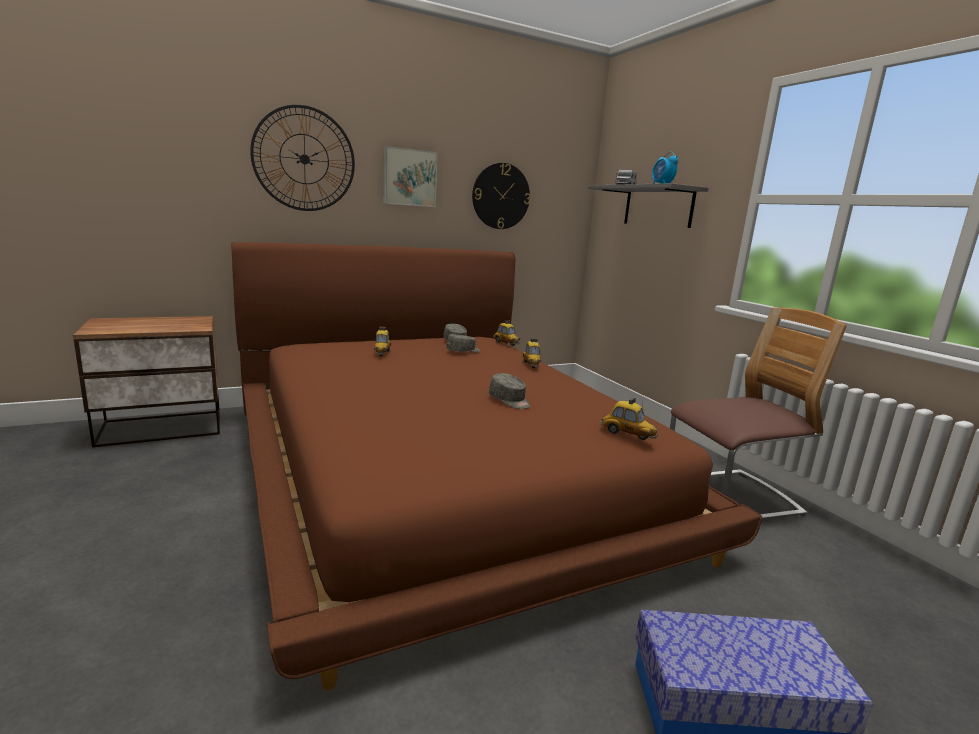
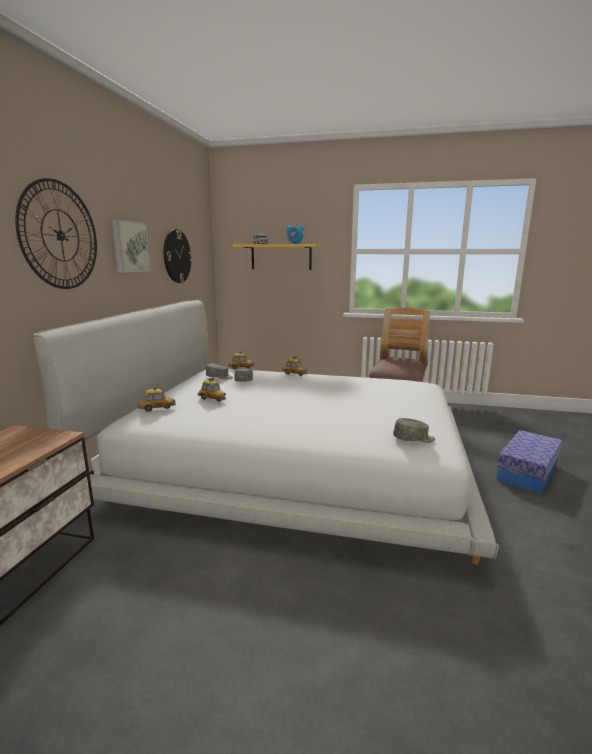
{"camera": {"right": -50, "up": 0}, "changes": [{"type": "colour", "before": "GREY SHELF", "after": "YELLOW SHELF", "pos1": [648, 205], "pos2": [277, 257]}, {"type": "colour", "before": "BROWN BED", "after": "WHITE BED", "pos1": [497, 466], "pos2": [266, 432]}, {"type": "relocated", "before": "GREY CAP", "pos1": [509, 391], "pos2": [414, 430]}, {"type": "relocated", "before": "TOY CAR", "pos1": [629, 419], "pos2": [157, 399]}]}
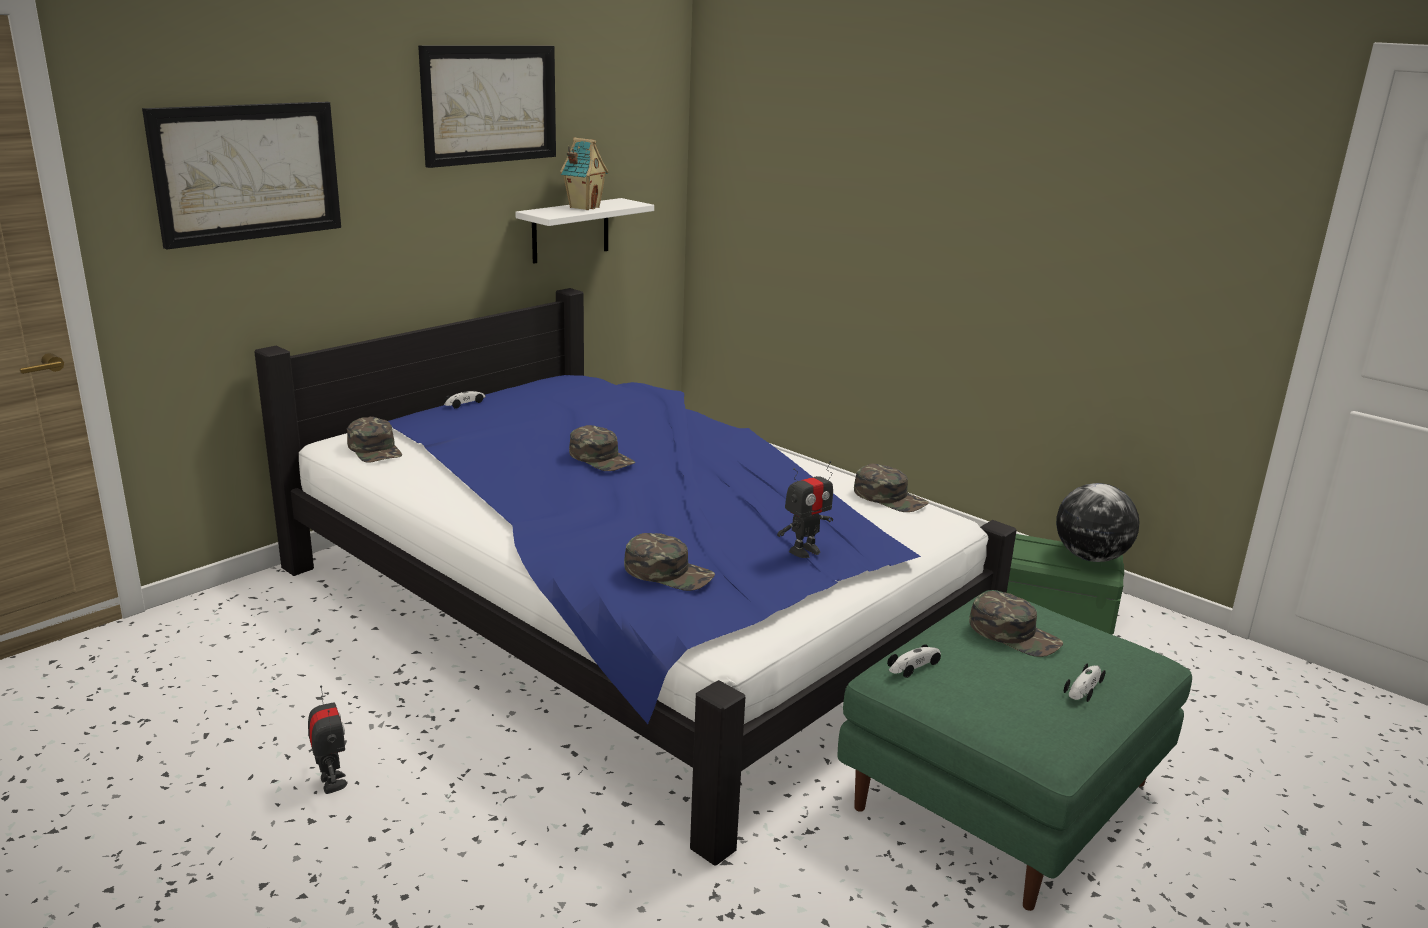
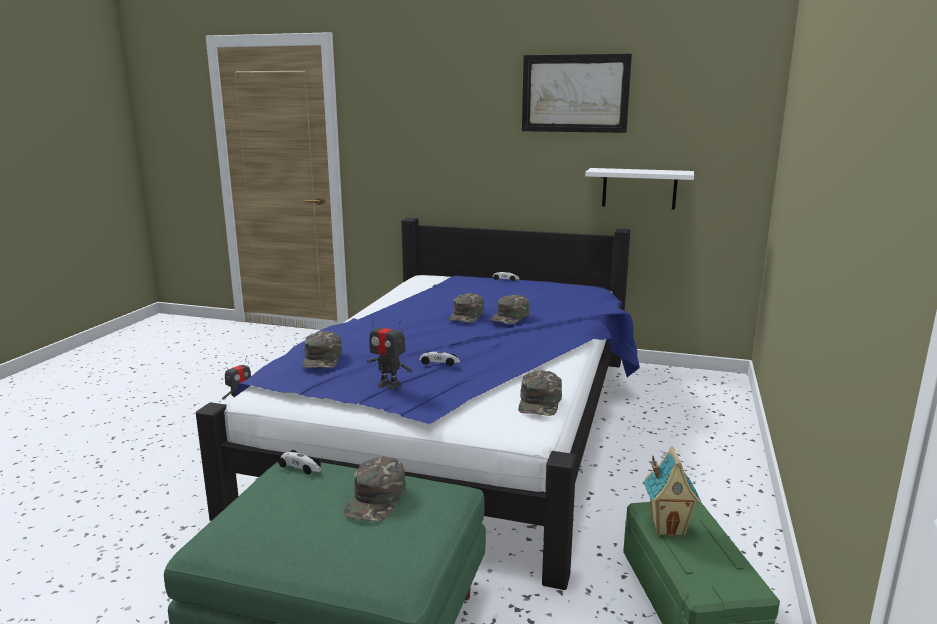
{"camera": {"right": 65, "up": -5}, "changes": [{"type": "missing", "before": "PICTURE", "pos1": [241, 176]}, {"type": "relocated", "before": "TOY HOUSE", "pos1": [584, 174], "pos2": [672, 491]}, {"type": "relocated", "before": "GREEN CAP", "pos1": [374, 440], "pos2": [509, 309]}, {"type": "missing", "before": "GLOBE", "pos1": [1098, 522]}, {"type": "relocated", "before": "TOY CAR", "pos1": [1084, 683], "pos2": [440, 358]}]}
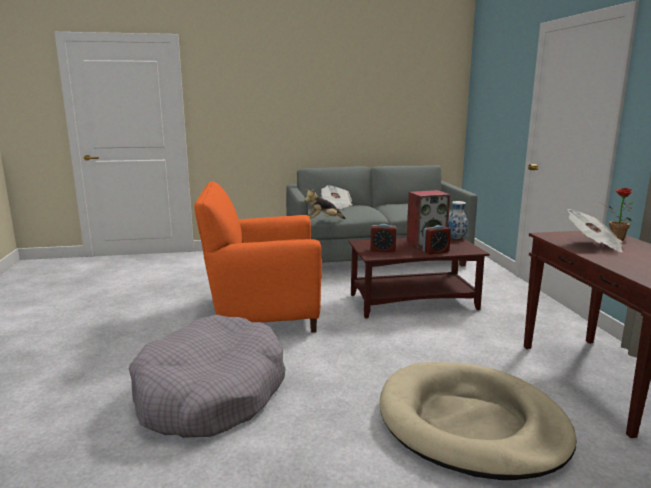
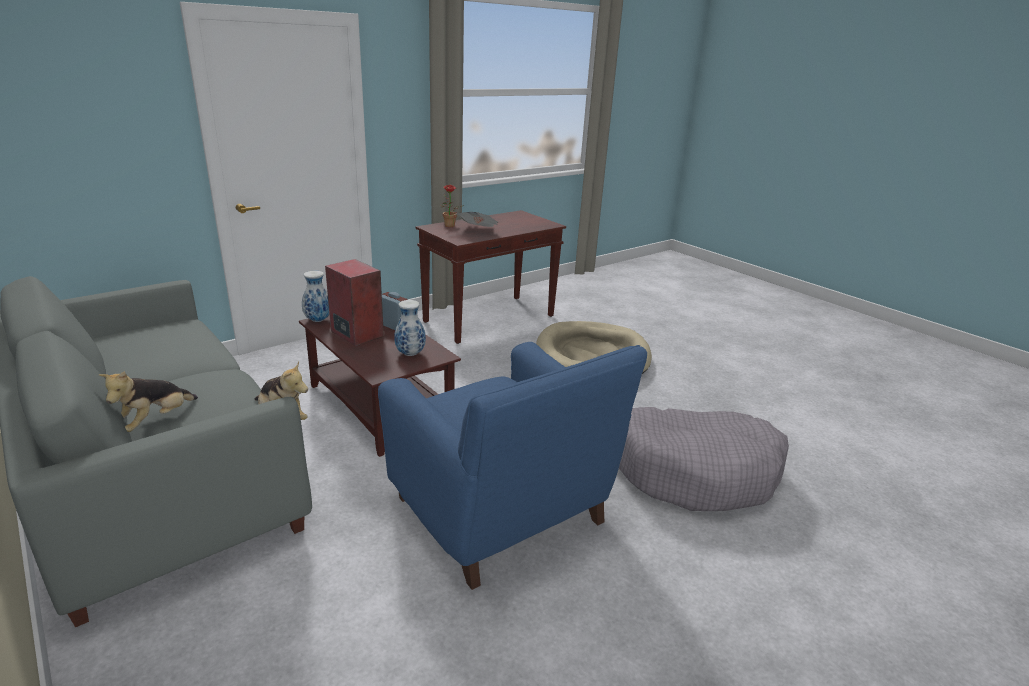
{"camera": {"right": -120, "up": 10}, "changes": [{"type": "colour", "before": "ORANGE ARMCHAIR", "after": "BLUE ARMCHAIR", "pos1": [258, 257], "pos2": [512, 466]}, {"type": "exchanged", "before": "NEWSPAPER", "after": "PLUSH TOY", "pos1": [337, 197], "pos2": [148, 401]}, {"type": "exchanged", "before": "ALARM CLOCK", "after": "VASE", "pos1": [383, 238], "pos2": [410, 328]}]}
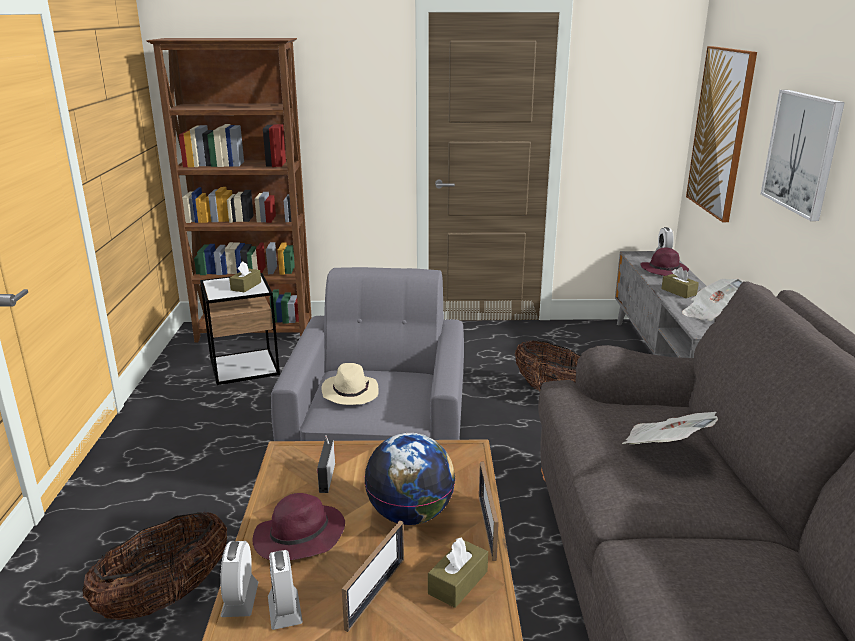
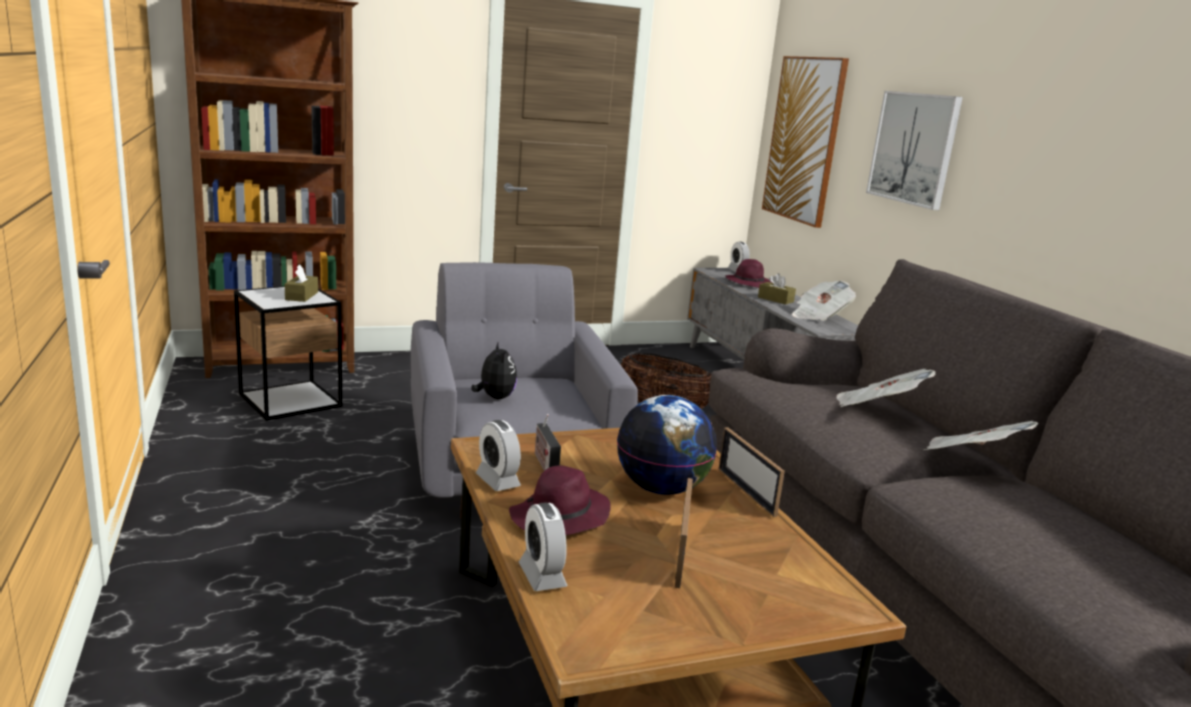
{"camera": {"right": -20, "up": -5}, "changes": [{"type": "exchanged", "before": "BEIGE HAT", "after": "PLUSH TOY", "pos1": [350, 384], "pos2": [494, 370]}, {"type": "missing", "before": "BASKET", "pos1": [154, 566]}, {"type": "missing", "before": "BROWN TISSUE BOX", "pos1": [458, 573]}, {"type": "relocated", "before": "ALARM CLOCK", "pos1": [285, 590], "pos2": [498, 455]}, {"type": "appeared", "after": "NEWSPAPER", "pos2": [981, 435]}]}
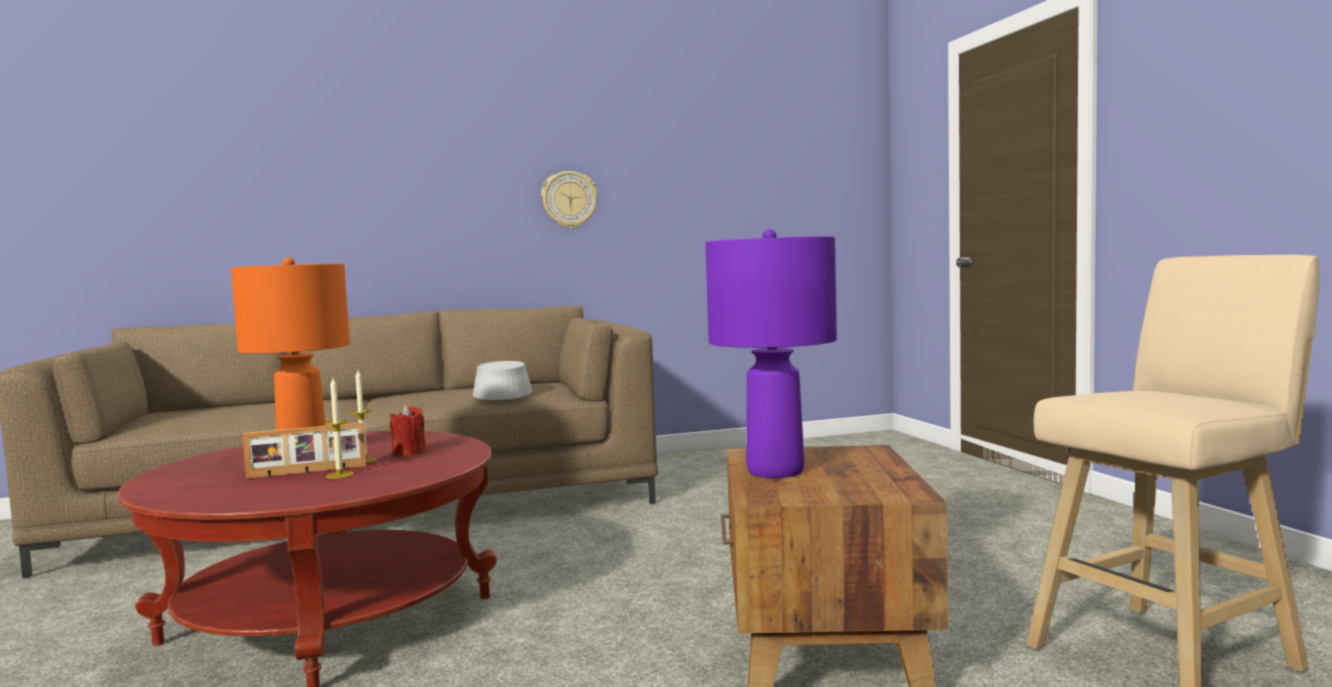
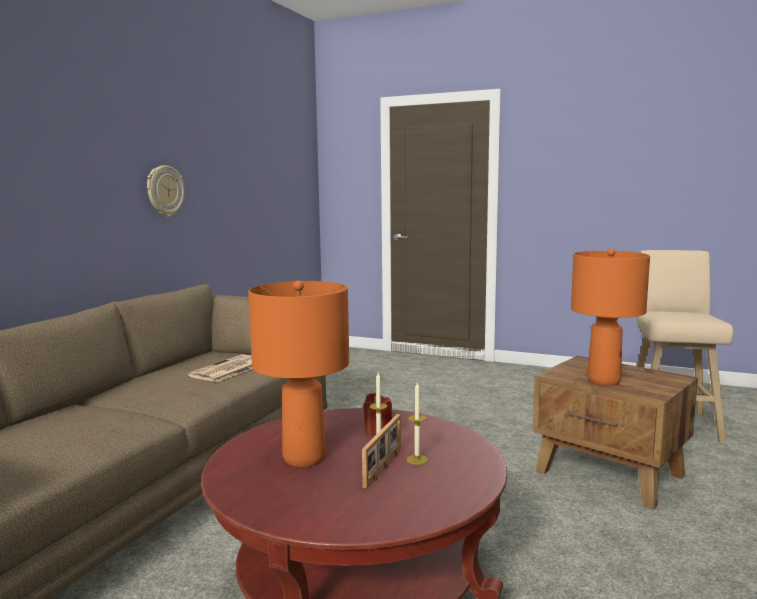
{"camera": {"right": -50, "up": 5}, "changes": [{"type": "colour", "before": "PURPLE TABLE LAMP", "after": "ORANGE TABLE LAMP", "pos1": [771, 353], "pos2": [610, 317]}, {"type": "exchanged", "before": "GREY HAT", "after": "NEWSPAPER", "pos1": [502, 380], "pos2": [219, 368]}]}
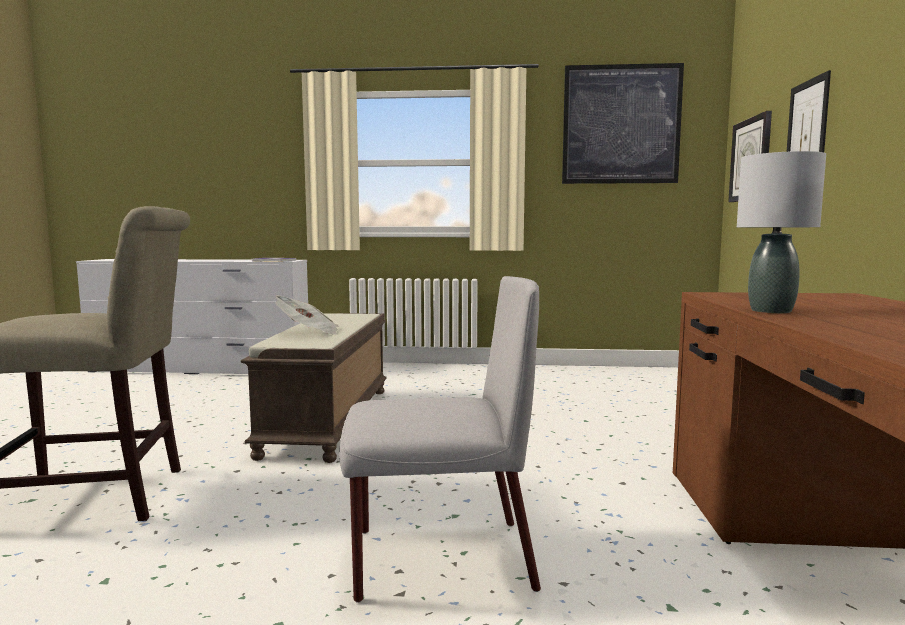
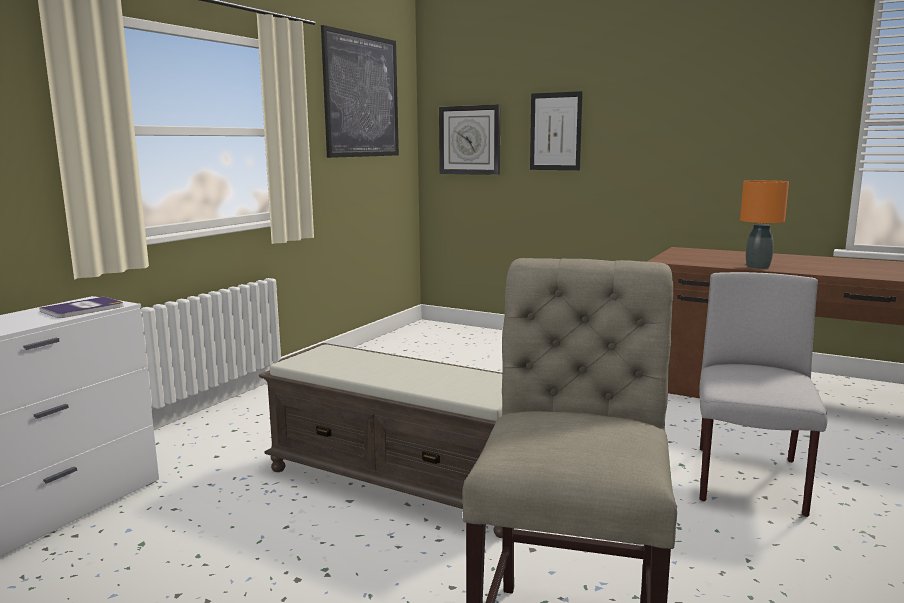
{"camera": {"right": -65, "up": 5}, "changes": [{"type": "colour", "before": "GREY TABLE LAMP", "after": "ORANGE TABLE LAMP", "pos1": [781, 232], "pos2": [764, 224]}, {"type": "missing", "before": "NEWSPAPER", "pos1": [307, 315]}]}
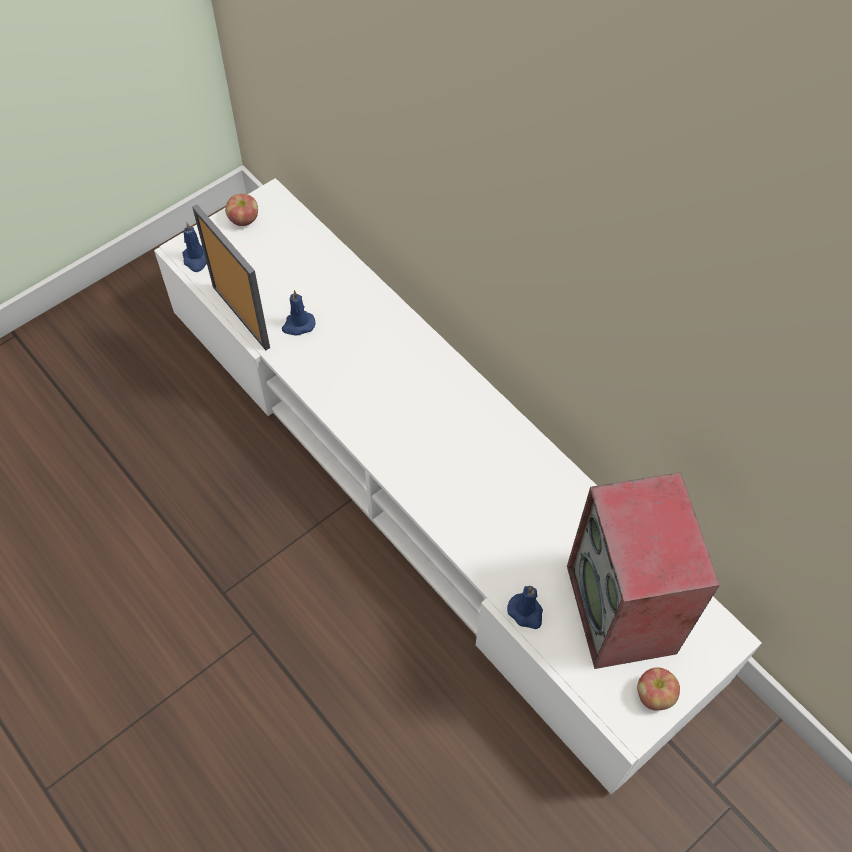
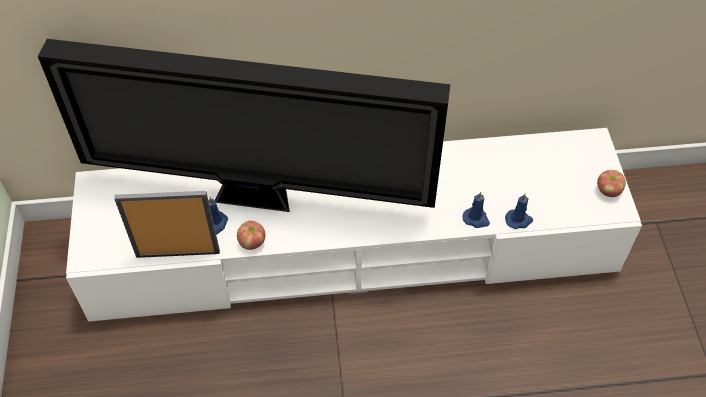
{"camera": {"right": -55, "up": -5}, "changes": [{"type": "relocated", "before": "APPLE", "pos1": [241, 210], "pos2": [251, 235]}, {"type": "relocated", "before": "BLUE CANDLE", "pos1": [194, 247], "pos2": [476, 210]}, {"type": "missing", "before": "SPEAKER", "pos1": [643, 570]}, {"type": "appeared", "after": "TELEVISION", "pos2": [244, 125]}]}
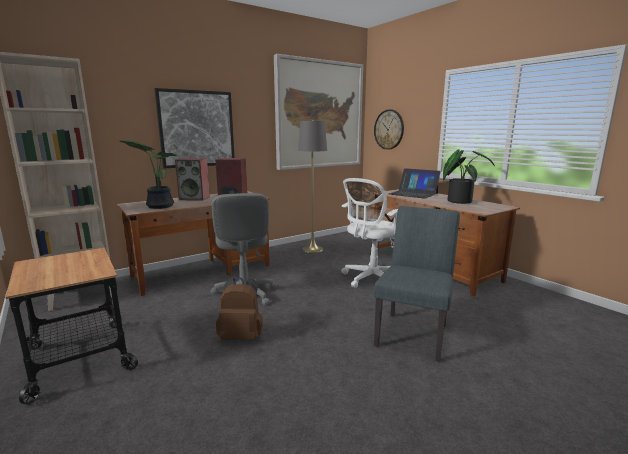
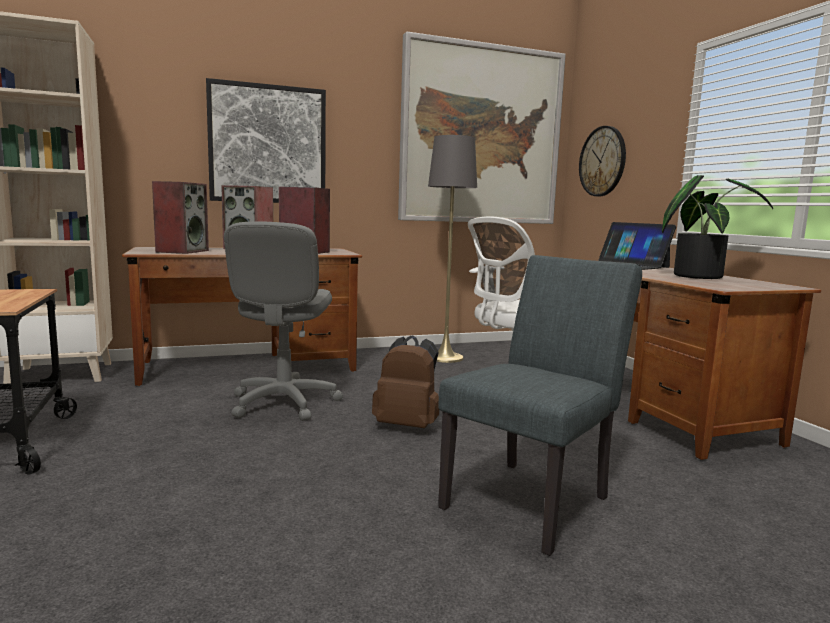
{"camera": {"right": 15, "up": -5}, "changes": [{"type": "exchanged", "before": "POTTED PLANT", "after": "SPEAKER", "pos1": [148, 174], "pos2": [180, 217]}, {"type": "relocated", "before": "BROWN BACKPACK", "pos1": [239, 308], "pos2": [405, 381]}]}
